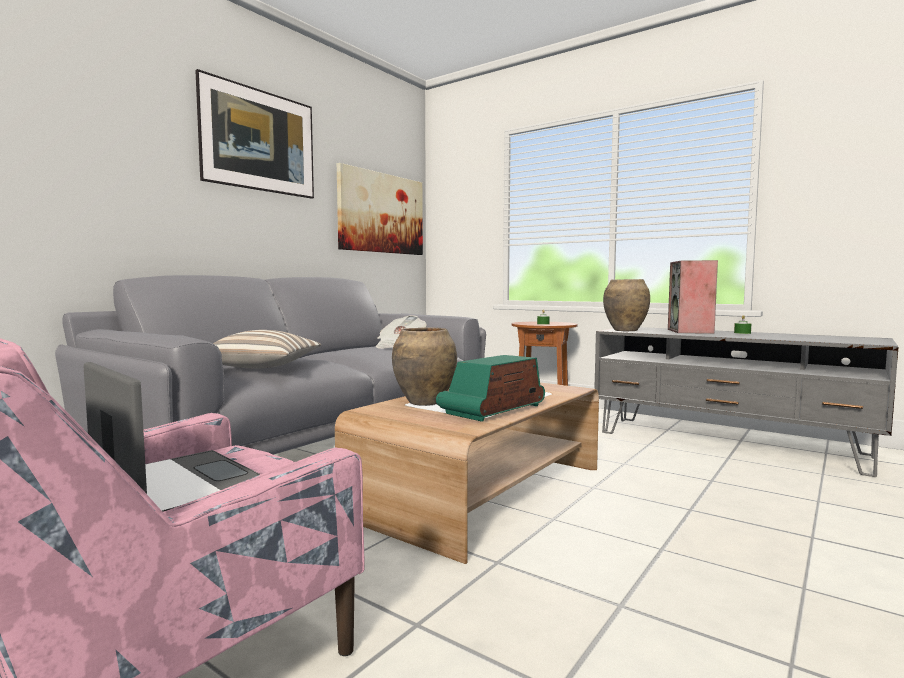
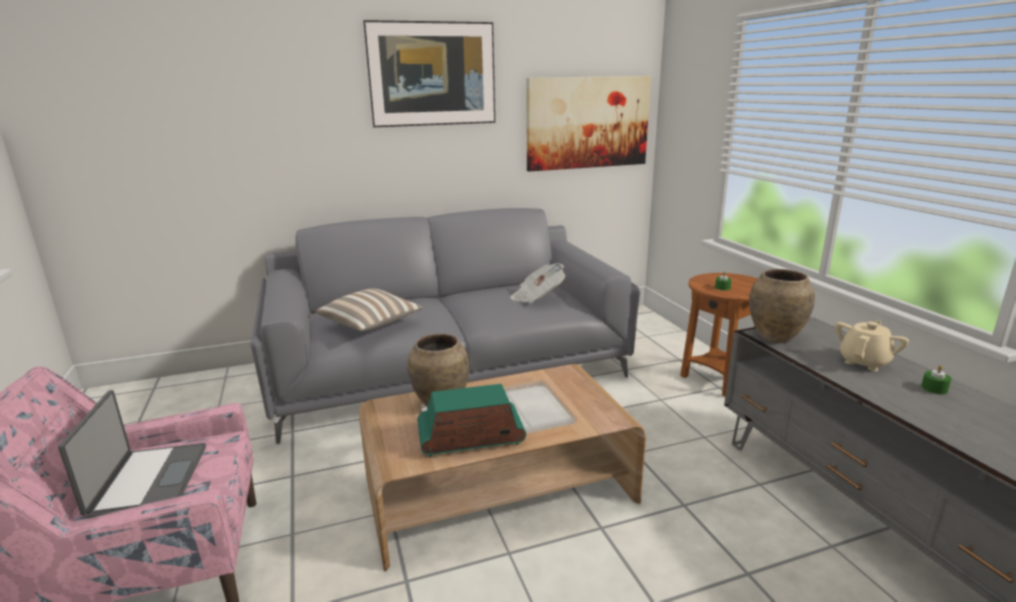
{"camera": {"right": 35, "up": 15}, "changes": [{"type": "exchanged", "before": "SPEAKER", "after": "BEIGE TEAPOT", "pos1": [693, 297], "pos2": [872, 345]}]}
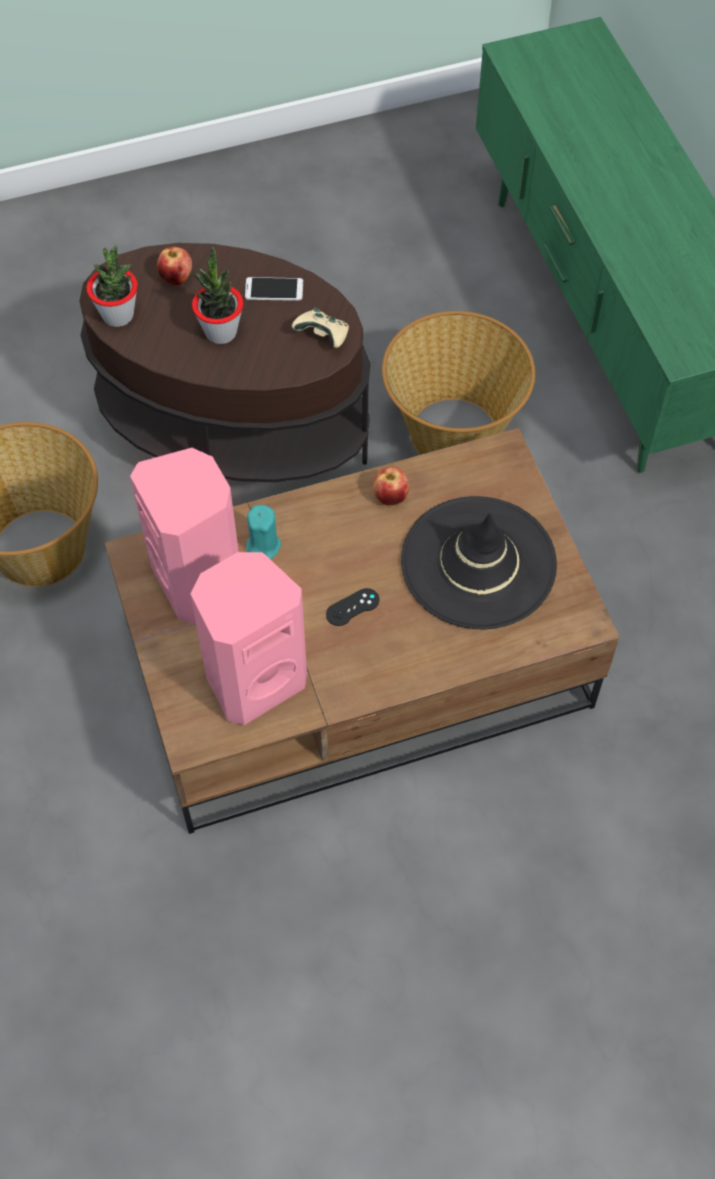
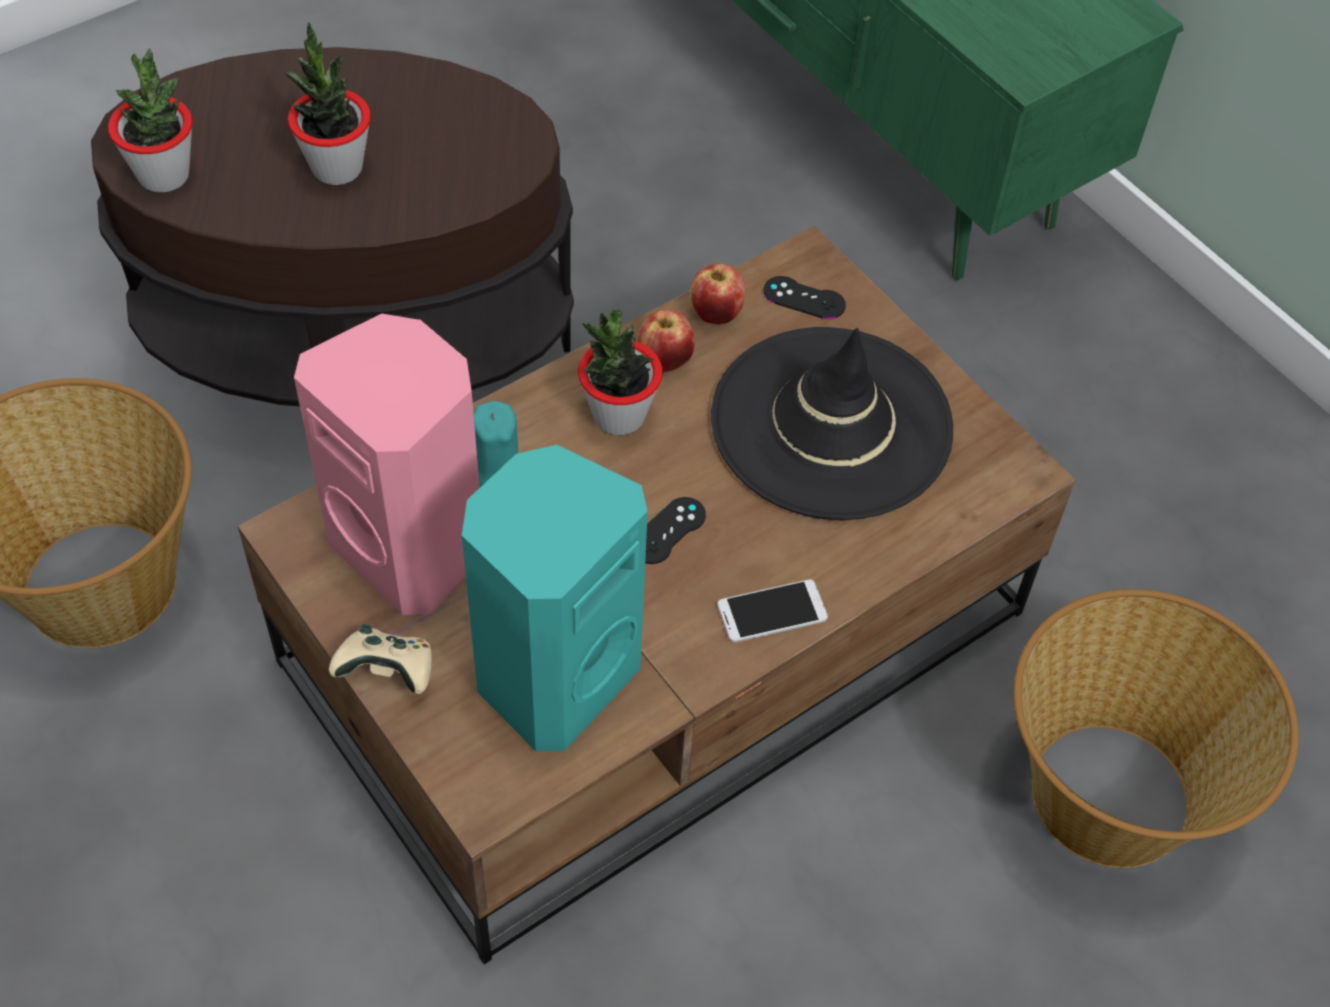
{"camera": {"right": -20, "up": -5}, "changes": [{"type": "relocated", "before": "APPLE", "pos1": [174, 266], "pos2": [718, 294]}, {"type": "relocated", "before": "PHONE", "pos1": [274, 289], "pos2": [772, 610]}, {"type": "relocated", "before": "BEIGE GAME CONTROLLER", "pos1": [320, 327], "pos2": [380, 659]}, {"type": "relocated", "before": "BASKET", "pos1": [458, 383], "pos2": [1156, 728]}, {"type": "colour", "before": "PINK SPEAKER", "after": "TURQUOISE SPEAKER", "pos1": [248, 638], "pos2": [555, 598]}, {"type": "appeared", "after": "BLACK GAME CONTROLLER", "pos2": [805, 297]}, {"type": "appeared", "after": "POTTED PLANT", "pos2": [620, 372]}]}
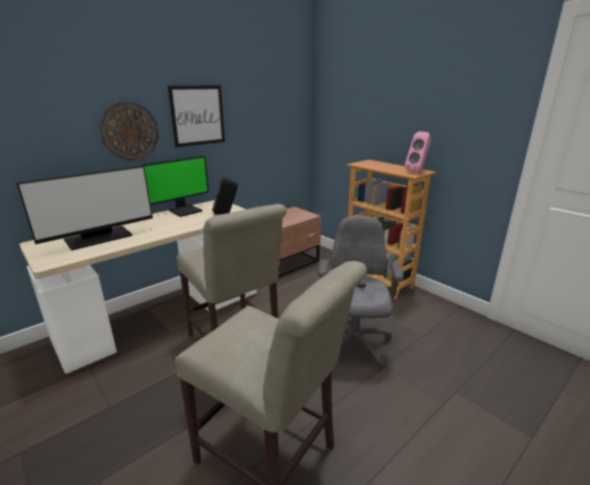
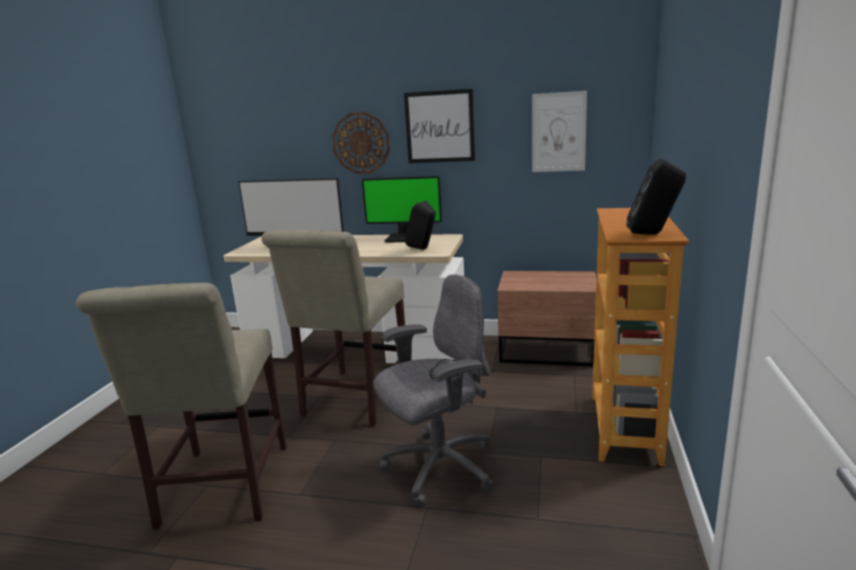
{"camera": {"right": 55, "up": -5}, "changes": [{"type": "colour", "before": "PINK SPEAKER", "after": "BLACK SPEAKER", "pos1": [418, 152], "pos2": [656, 197]}, {"type": "appeared", "after": "PICTURE", "pos2": [559, 131]}]}
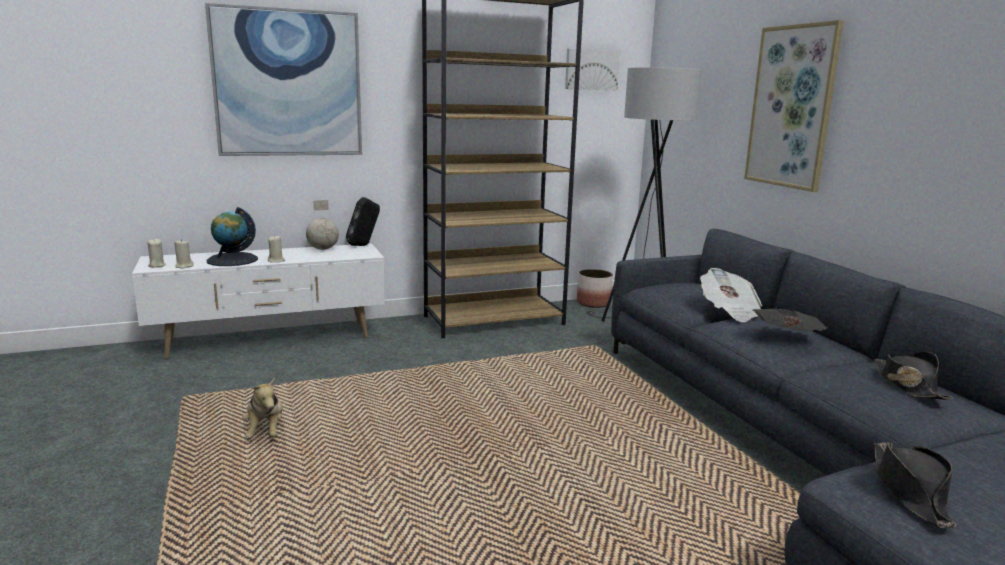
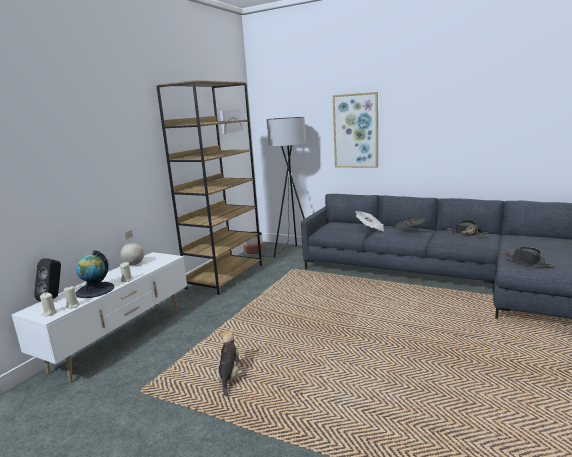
{"camera": {"right": -40, "up": 0}, "changes": [{"type": "missing", "before": "PICTURE", "pos1": [283, 79]}, {"type": "relocated", "before": "BLACK SPEAKER", "pos1": [363, 221], "pos2": [47, 279]}, {"type": "spun", "before": "PLUSH TOY", "pos1": [262, 408], "pos2": [230, 361], "turn": -120}]}
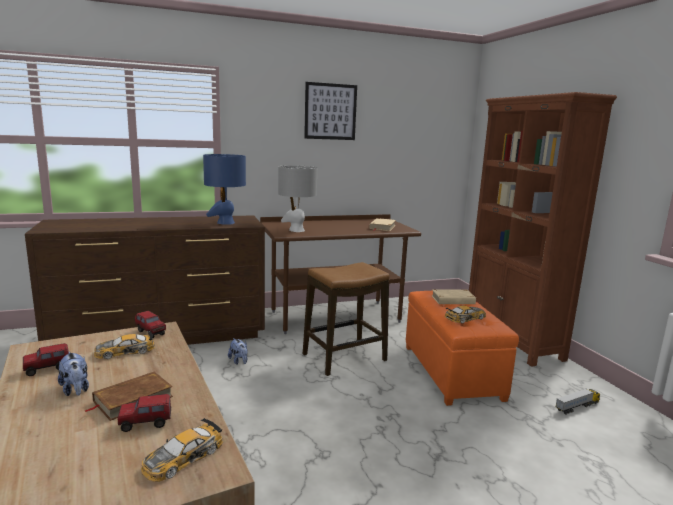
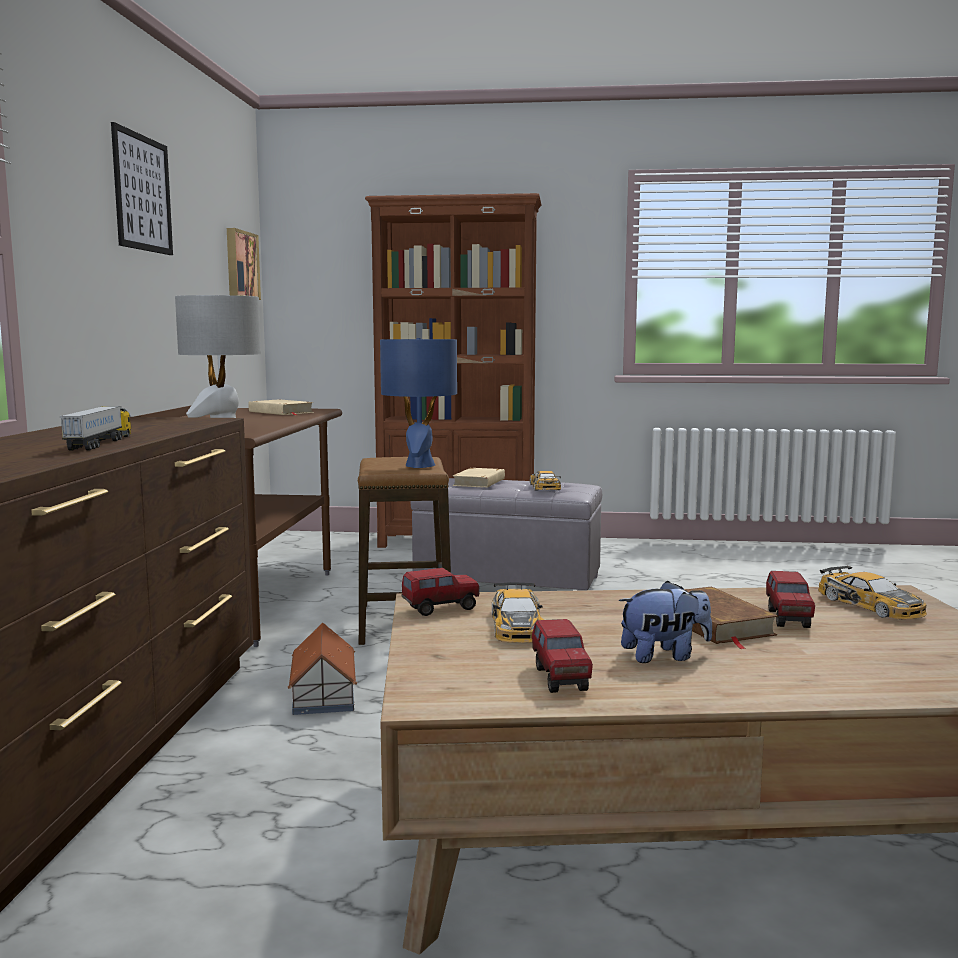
{"camera": {"right": -65, "up": -5}, "changes": [{"type": "relocated", "before": "BLUE TABLE LAMP", "pos1": [224, 189], "pos2": [418, 403]}, {"type": "colour", "before": "ORANGE OTTOMAN", "after": "GREY OTTOMAN", "pos1": [462, 348], "pos2": [506, 534]}, {"type": "exchanged", "before": "PLUSH TOY", "after": "TOY HOUSE", "pos1": [238, 351], "pos2": [322, 669]}, {"type": "relocated", "before": "TOY TRUCK", "pos1": [578, 402], "pos2": [95, 428]}, {"type": "appeared", "after": "PICTURE", "pos2": [244, 264]}]}
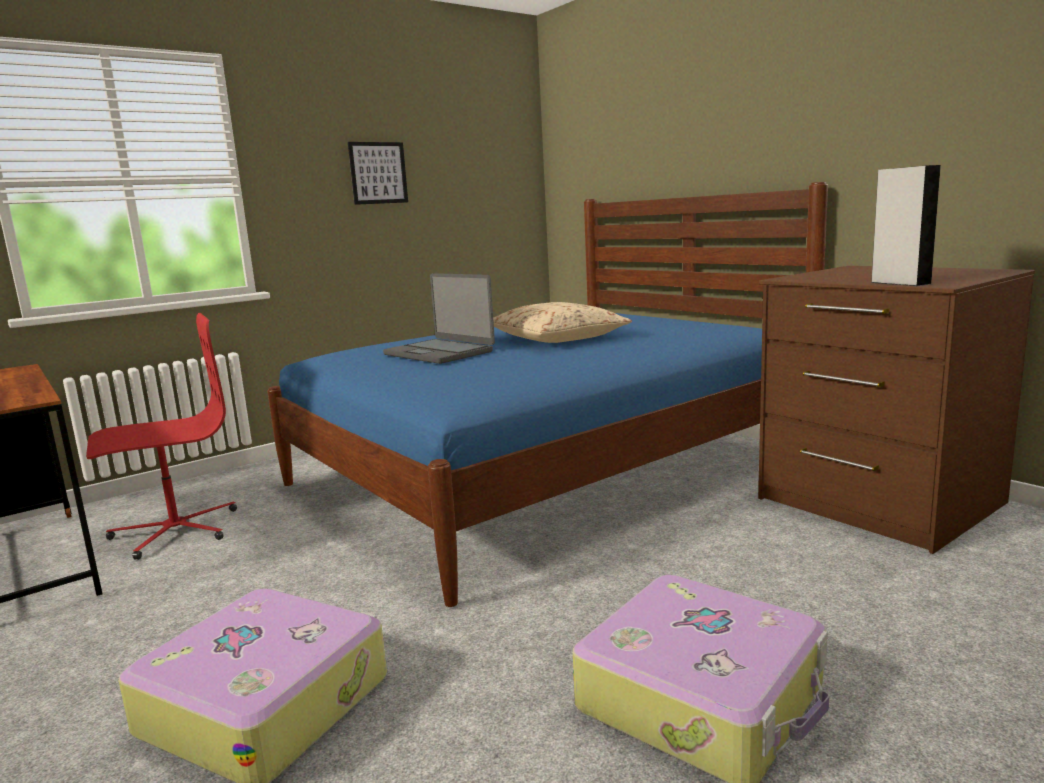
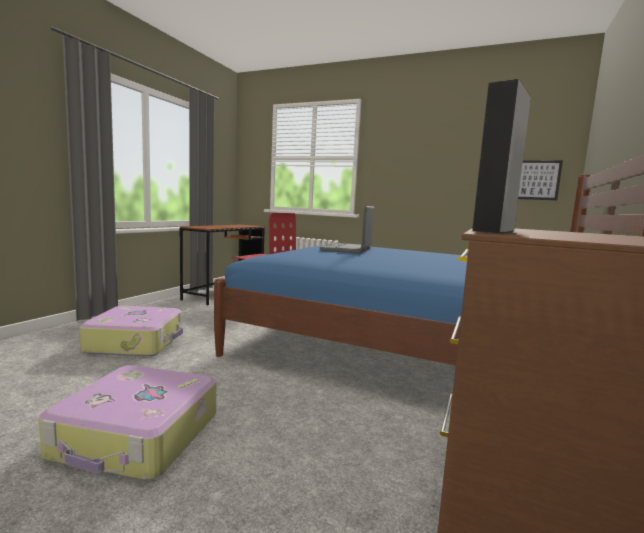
{"camera": {"right": 60, "up": -5}, "changes": [{"type": "relocated", "before": "PICTURE", "pos1": [378, 173], "pos2": [540, 180]}, {"type": "missing", "before": "BEIGE PILLOW", "pos1": [562, 322]}]}
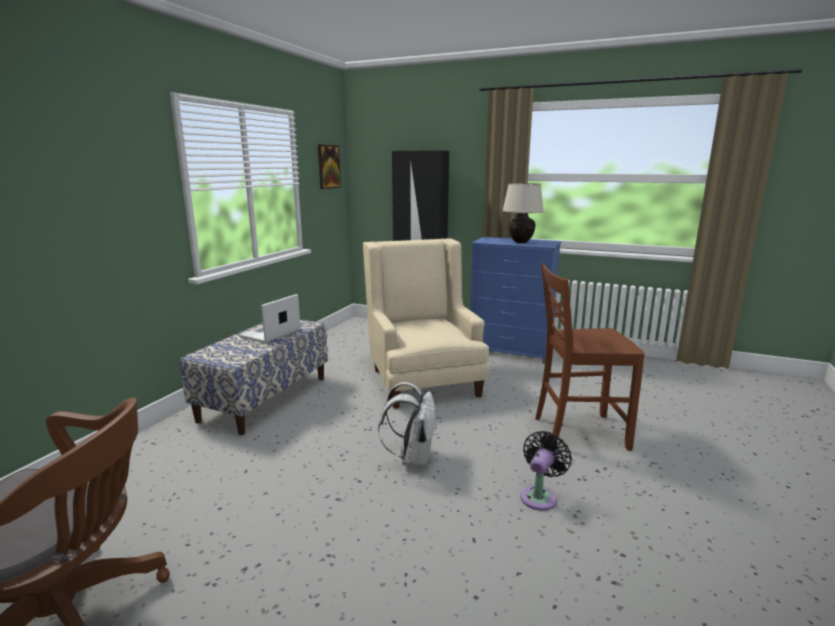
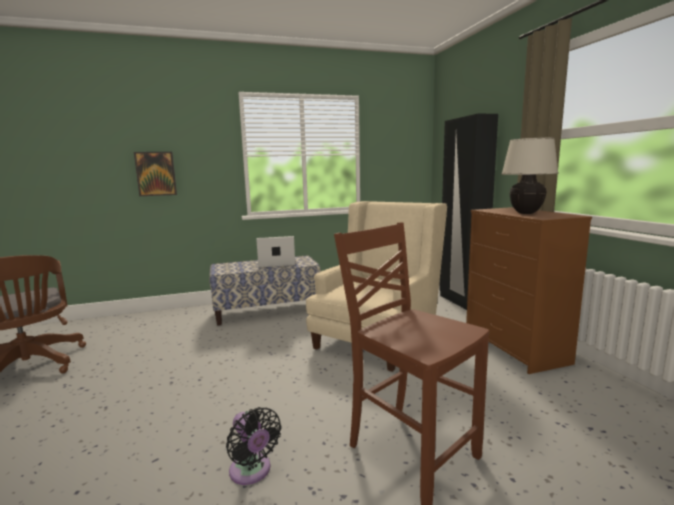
{"camera": {"right": 50, "up": -5}, "changes": [{"type": "relocated", "before": "PICTURE", "pos1": [329, 167], "pos2": [155, 174]}, {"type": "colour", "before": "BLUE DRESSER", "after": "BROWN DRESSER", "pos1": [515, 300], "pos2": [529, 290]}, {"type": "missing", "before": "WHITE BACKPACK", "pos1": [407, 424]}, {"type": "spun", "before": "BLACK FAN", "pos1": [546, 471], "pos2": [253, 446], "turn": 60}]}
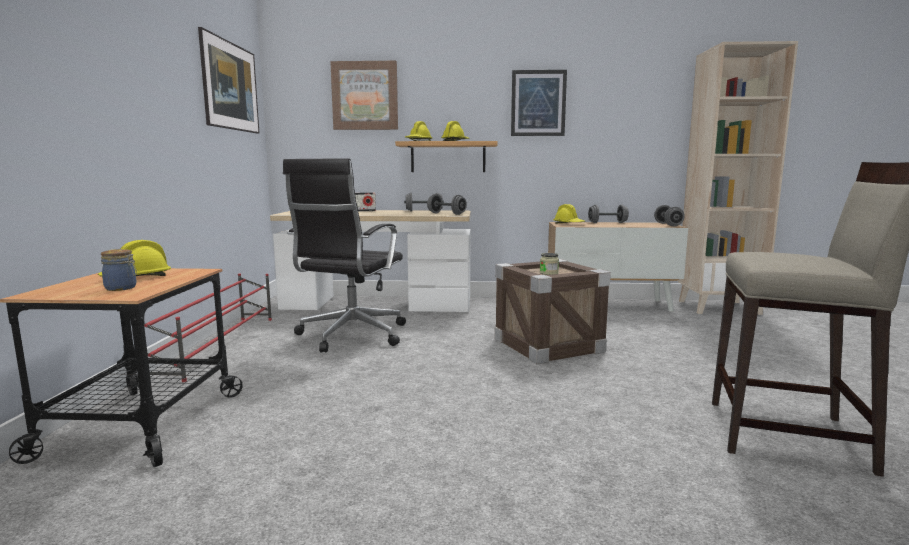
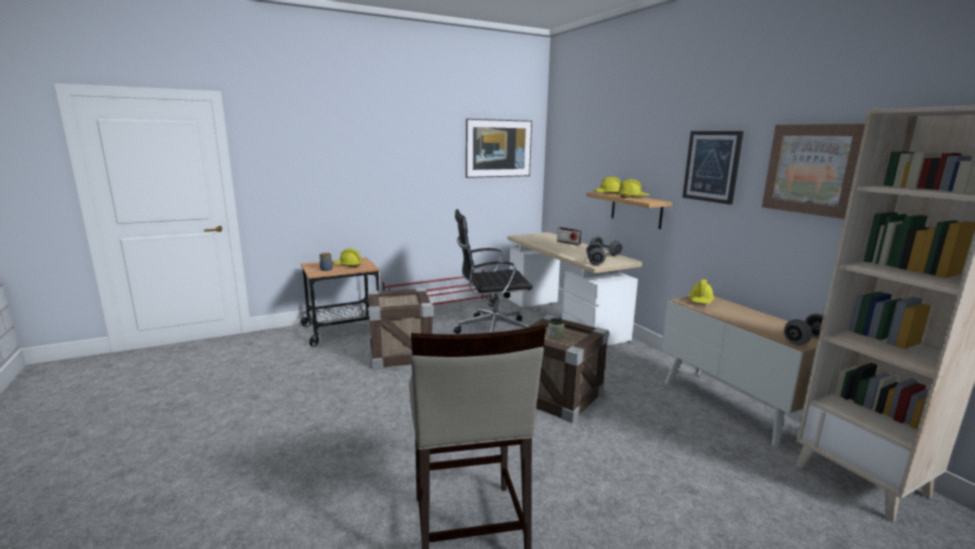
{"camera": {"right": 60, "up": 5}, "changes": [{"type": "relocated", "before": "PICTURE", "pos1": [364, 95], "pos2": [813, 171]}, {"type": "missing", "before": "GREY DUMBBELL", "pos1": [608, 214]}, {"type": "appeared", "after": "CRATE", "pos2": [400, 328]}]}
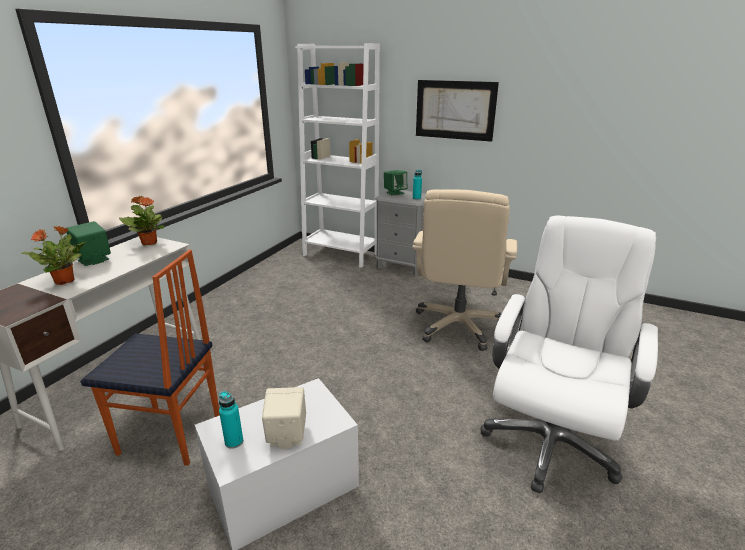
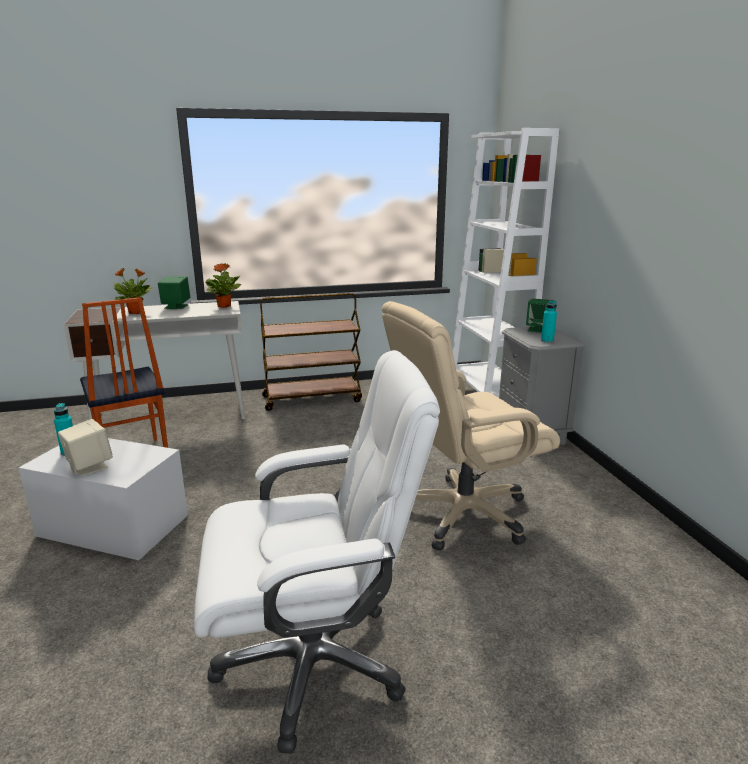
{"camera": {"right": 50, "up": -5}, "changes": [{"type": "missing", "before": "PICTURE", "pos1": [457, 111]}, {"type": "appeared", "after": "BROWN CART", "pos2": [311, 352]}]}
